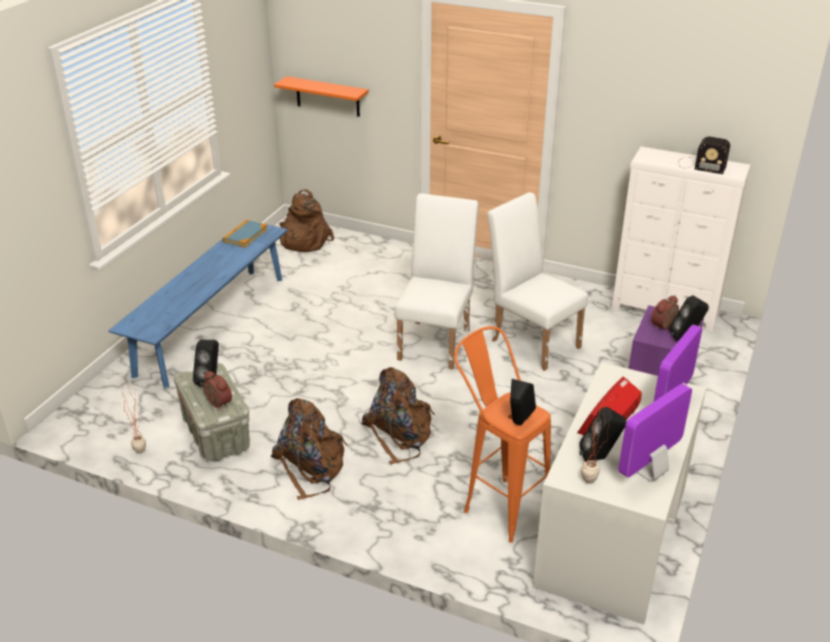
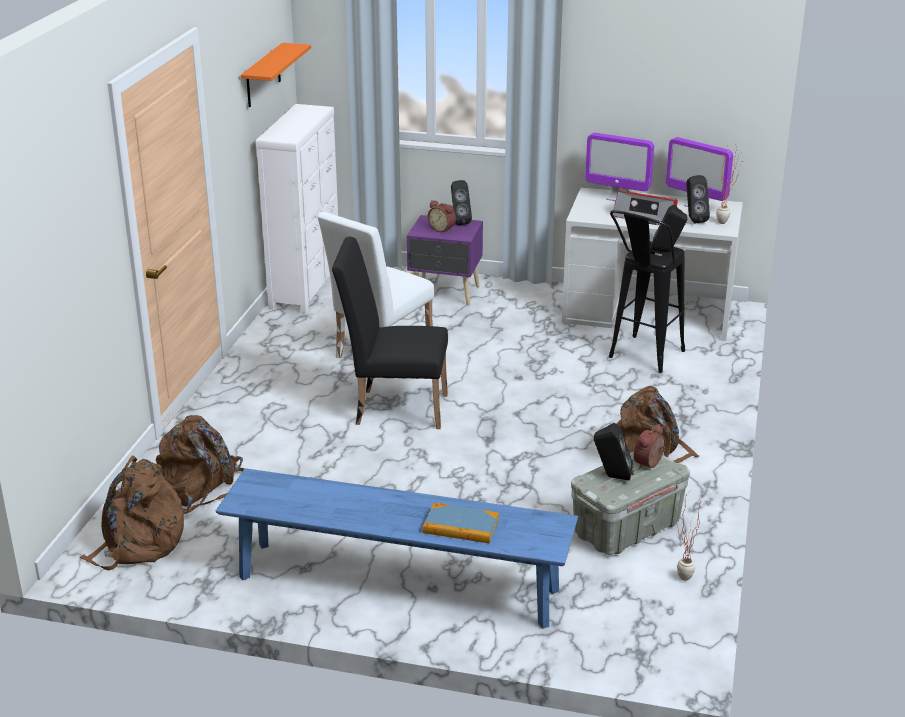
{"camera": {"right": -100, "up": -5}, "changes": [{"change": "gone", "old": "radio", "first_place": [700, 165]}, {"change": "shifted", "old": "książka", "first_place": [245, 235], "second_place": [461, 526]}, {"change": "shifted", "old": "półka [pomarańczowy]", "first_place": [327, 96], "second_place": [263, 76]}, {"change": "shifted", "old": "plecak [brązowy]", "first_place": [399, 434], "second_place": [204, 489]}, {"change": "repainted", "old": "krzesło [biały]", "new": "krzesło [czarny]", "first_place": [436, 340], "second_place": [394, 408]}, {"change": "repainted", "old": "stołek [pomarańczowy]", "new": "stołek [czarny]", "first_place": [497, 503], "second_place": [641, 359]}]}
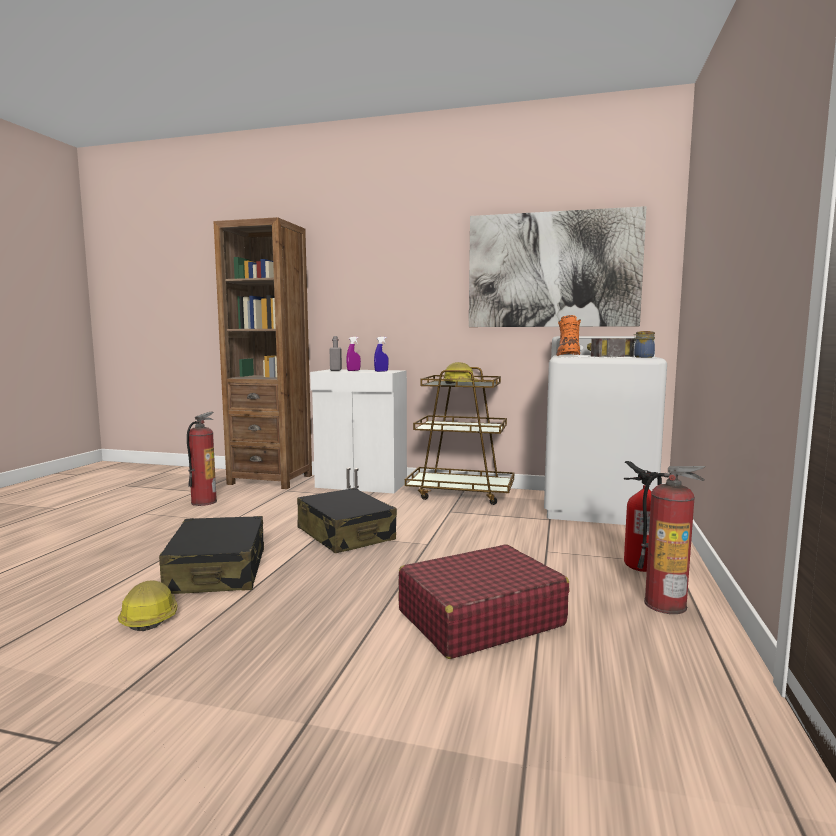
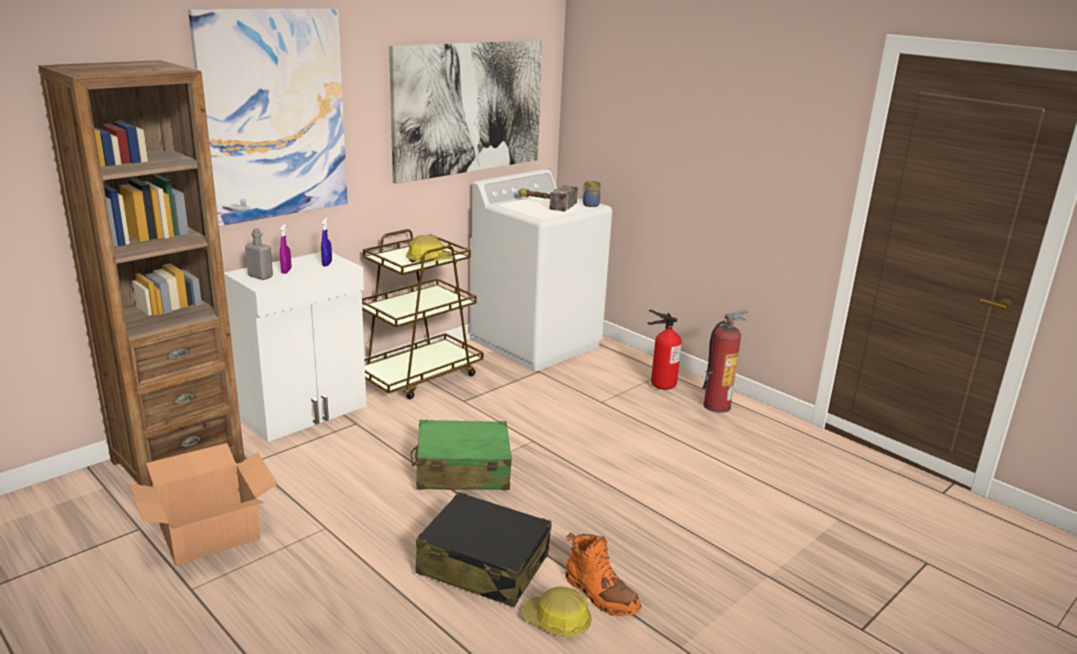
{"camera": {"right": -60, "up": 15}, "changes": [{"change": "gone", "old": "walizka [czerwony]", "first_place": [479, 618]}, {"change": "new", "new": "obraz", "second_place": [274, 115]}, {"change": "shifted", "old": "but z cholewką [pomarańczowy]", "first_place": [568, 355], "second_place": [600, 595]}, {"change": "swapped", "old": "gaśnica", "new": "karton", "first_place": [204, 502], "second_place": [209, 532]}, {"change": "repainted", "old": "walizka [czarny]", "new": "walizka [zielony]", "first_place": [346, 535], "second_place": [462, 471]}]}
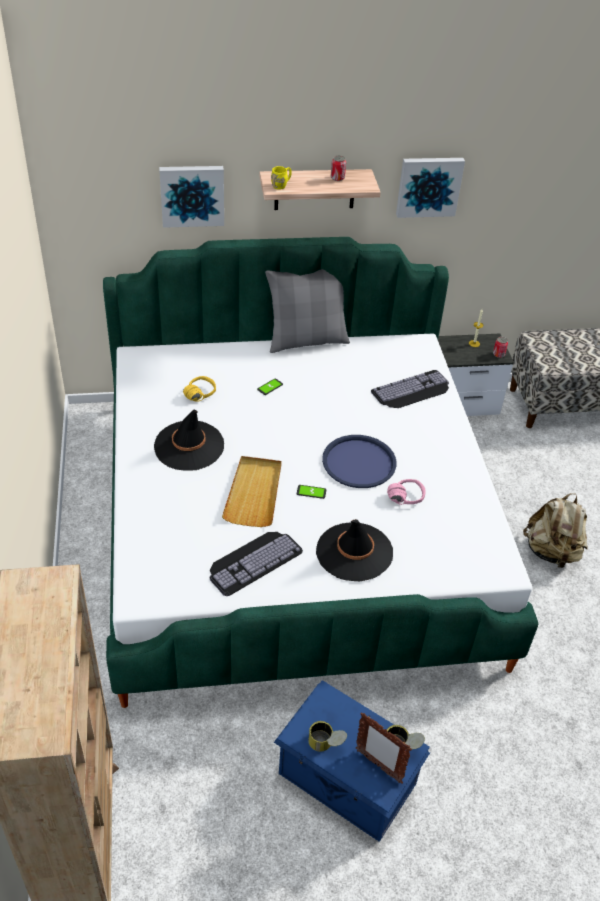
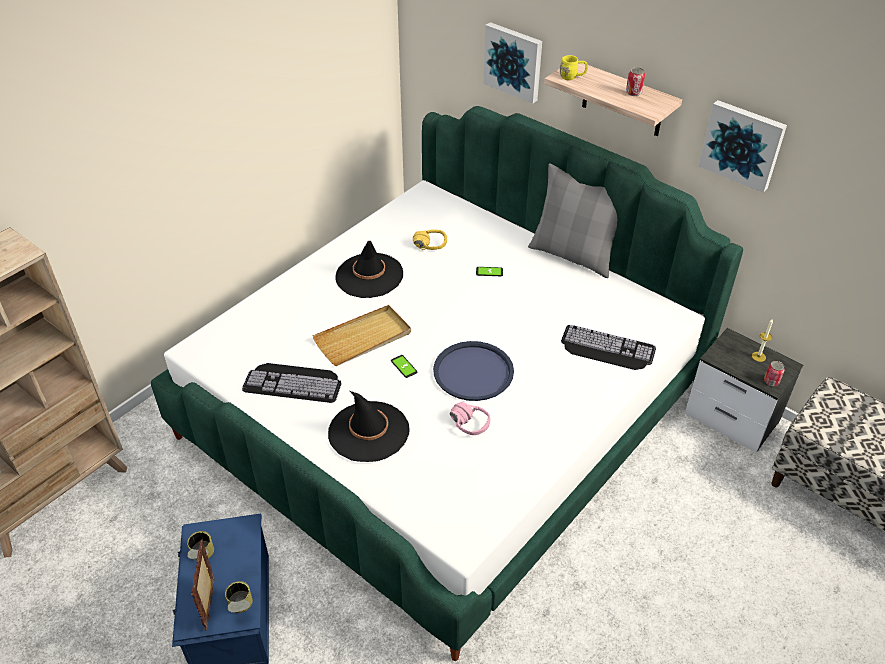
{"camera": {"right": 50, "up": 0}, "changes": [{"change": "gone", "old": "plecak [beżowy]", "first_place": [551, 552]}]}
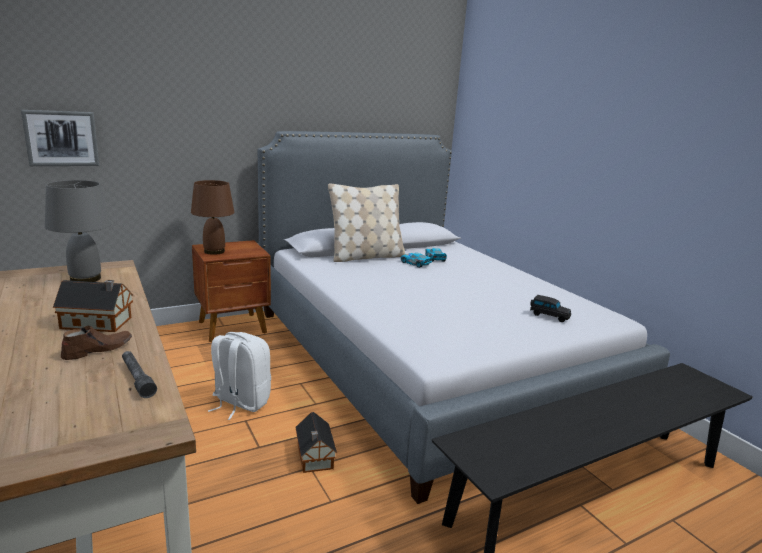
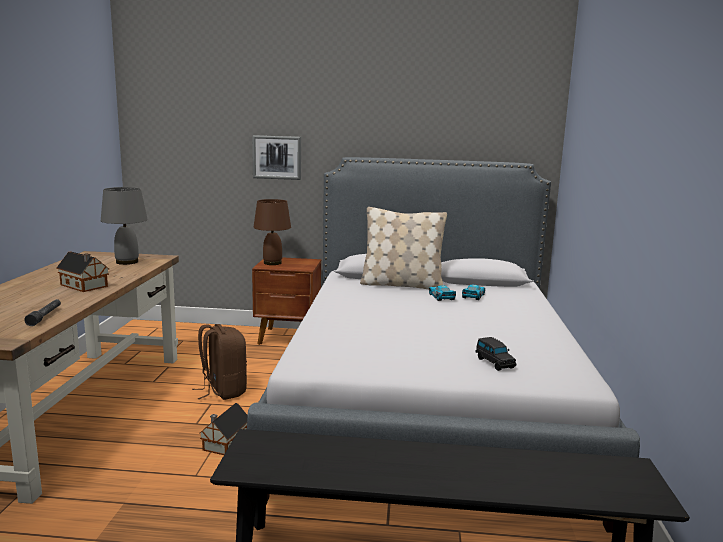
{"camera": {"right": 35, "up": -5}, "changes": [{"change": "gone", "old": "but [brązowy]", "first_place": [97, 350]}, {"change": "shifted", "old": "obraz", "first_place": [61, 138], "second_place": [277, 157]}, {"change": "repainted", "old": "plecak [biały]", "new": "plecak [brązowy]", "first_place": [240, 402], "second_place": [223, 391]}]}
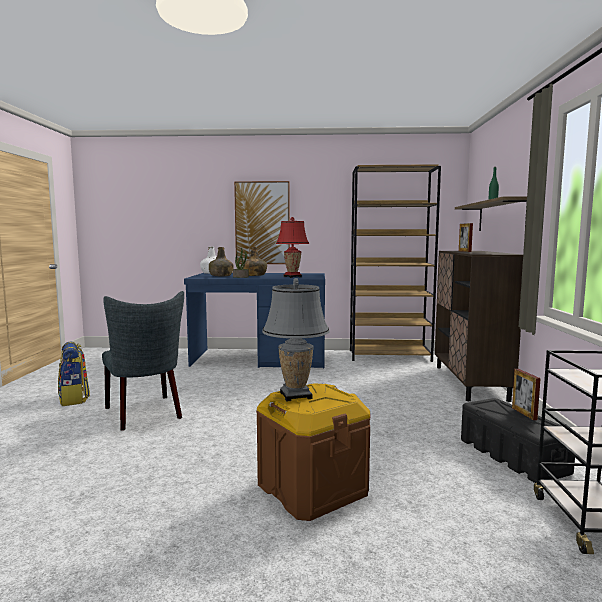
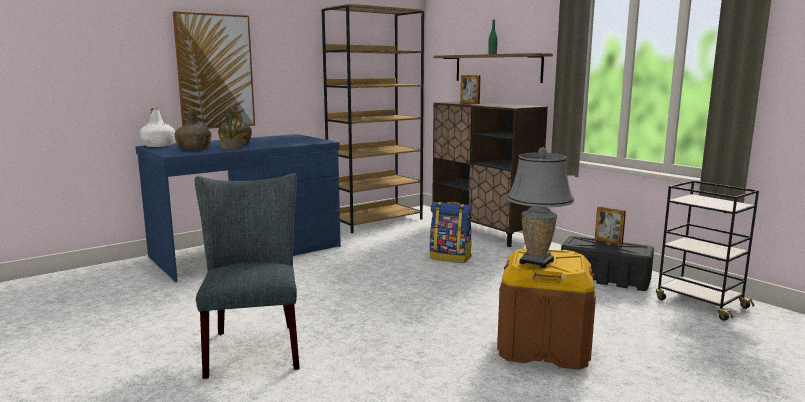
{"camera": {"right": -40, "up": 5}, "changes": [{"change": "gone", "old": "lampa stołowa [czerwony]", "first_place": [292, 277]}, {"change": "shifted", "old": "plecak", "first_place": [74, 399], "second_place": [451, 257]}, {"change": "rotated", "old": "krzesło [szary]", "first_place": [145, 414], "second_place": [254, 346], "degrees": -120}]}
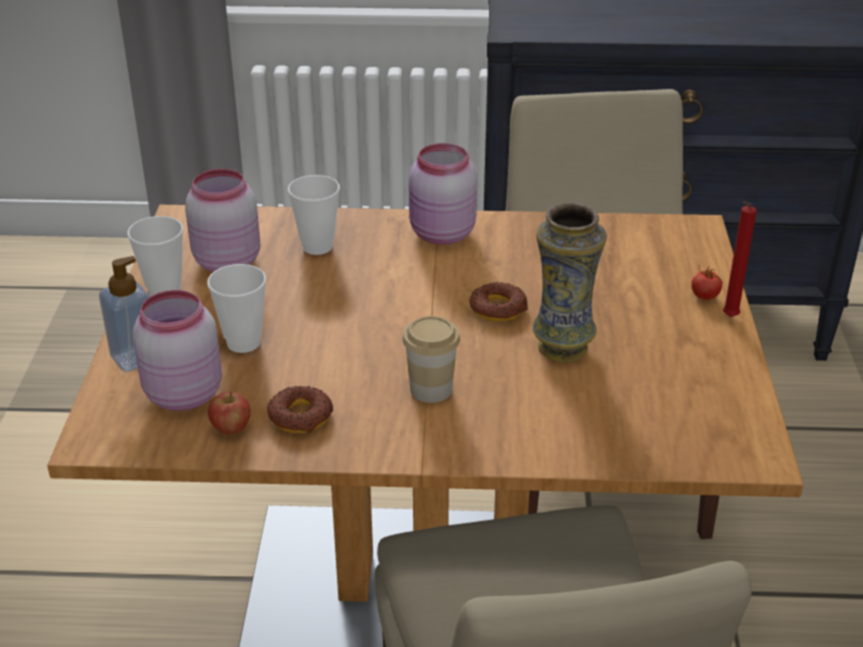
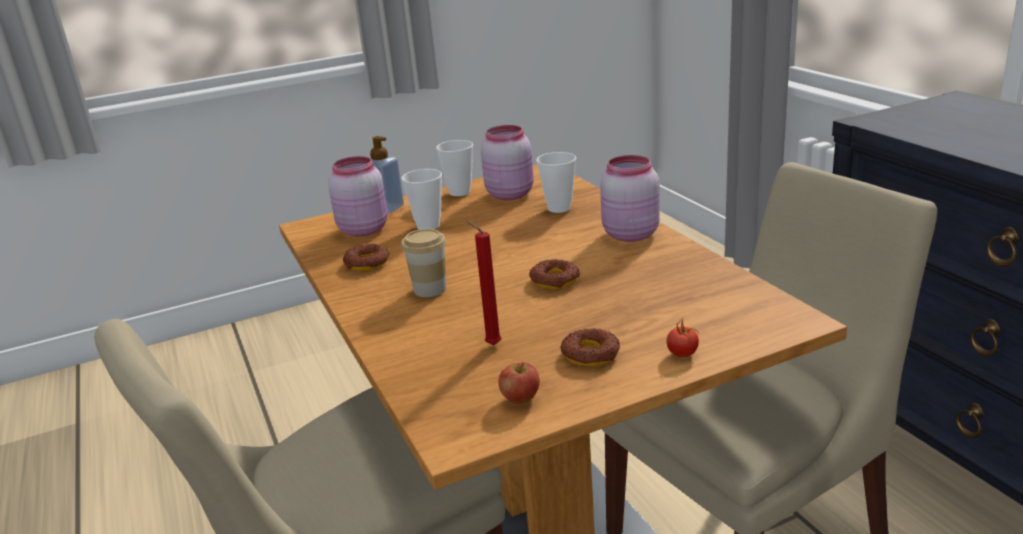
{"camera": {"right": 65, "up": -10}, "changes": [{"change": "gone", "old": "wazon", "first_place": [562, 347]}, {"change": "new", "new": "donut", "second_place": [590, 354]}, {"change": "shifted", "old": "jabłko", "first_place": [231, 428], "second_place": [520, 398]}, {"change": "shifted", "old": "świeca [czerwony]", "first_place": [728, 318], "second_place": [491, 345]}]}
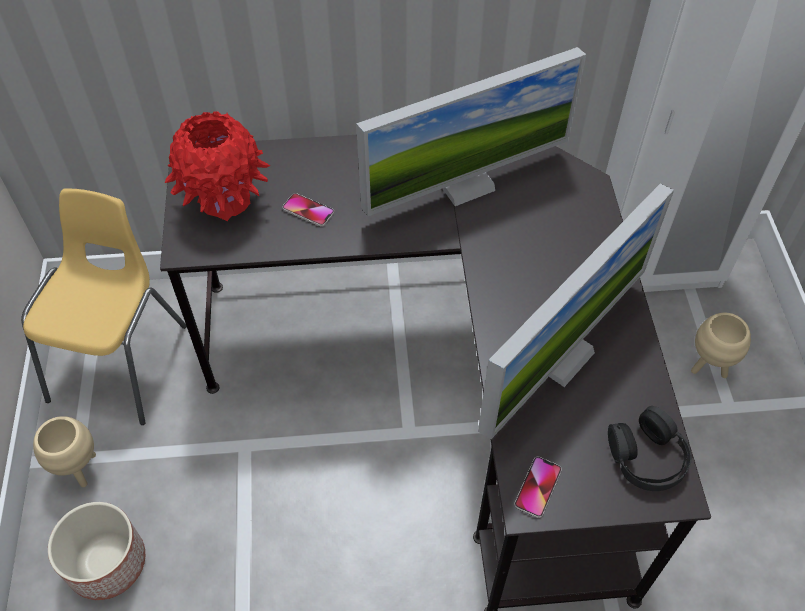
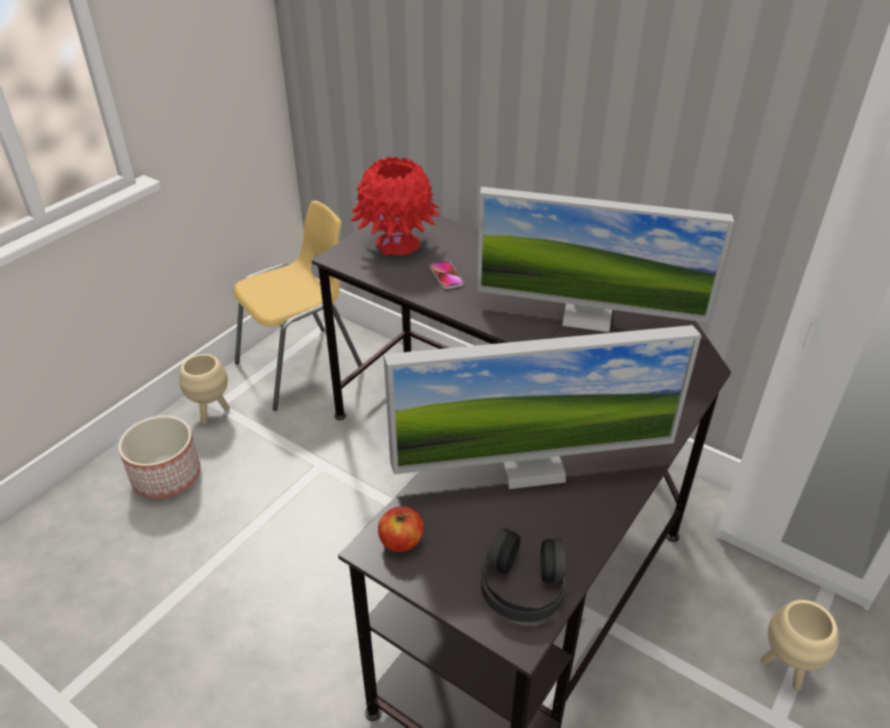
{"camera": {"right": 40, "up": -15}, "changes": [{"change": "swapped", "old": "telefon", "new": "jabłko", "first_place": [537, 487], "second_place": [401, 541]}]}
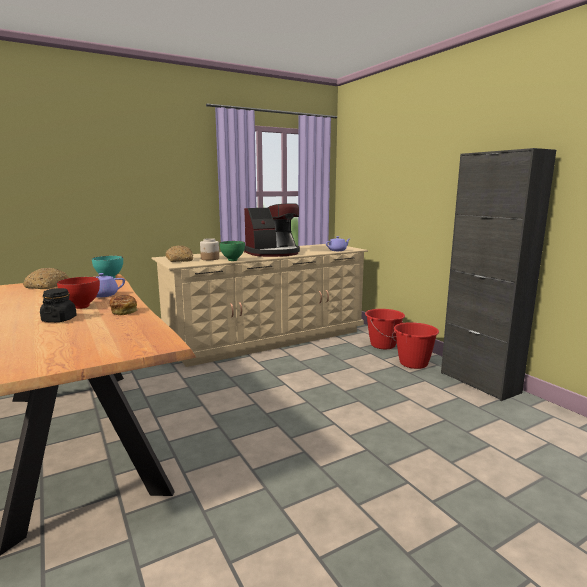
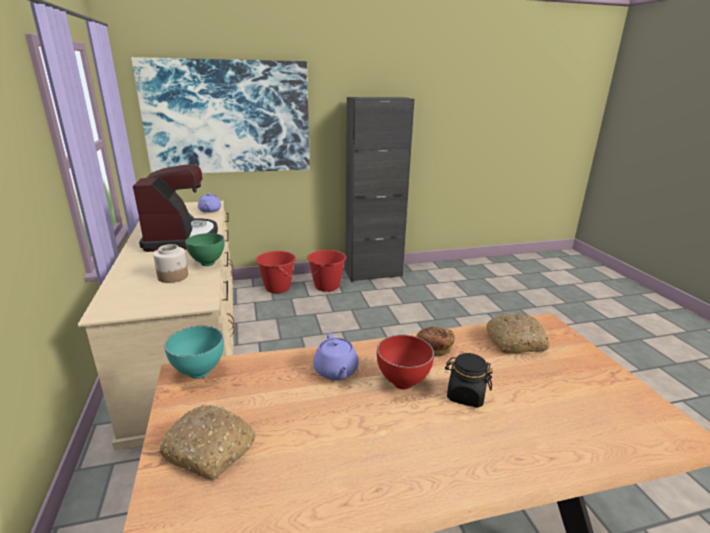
{"camera": {"right": -75, "up": 10}, "changes": [{"change": "new", "new": "obraz", "second_place": [228, 118]}, {"change": "shifted", "old": "chleb", "first_place": [180, 260], "second_place": [516, 341]}]}
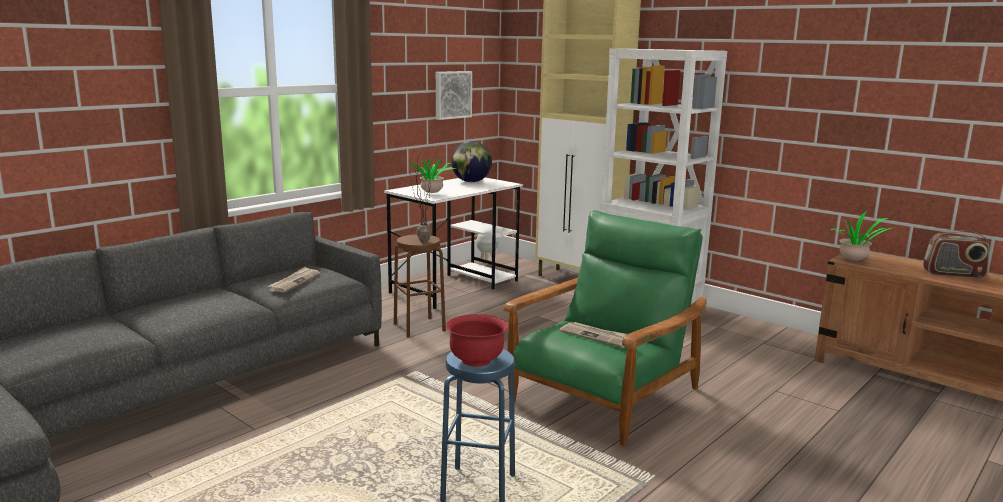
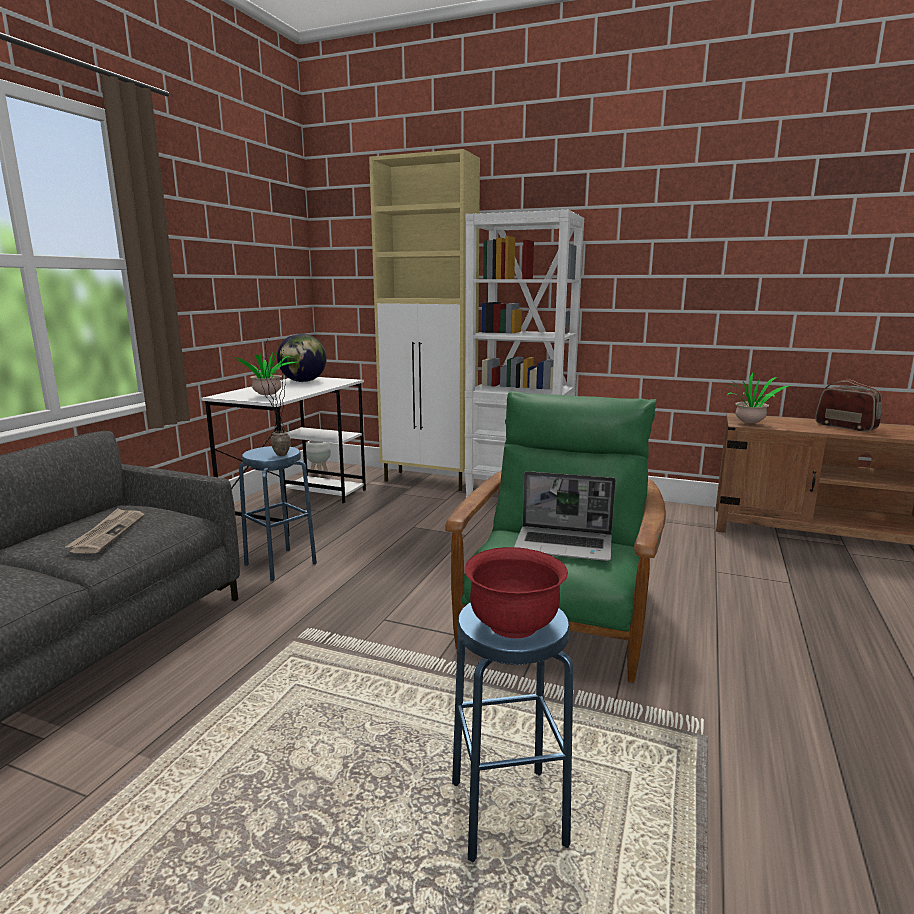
{"camera": {"right": -20, "up": 0}, "changes": [{"change": "gone", "old": "obraz", "first_place": [452, 94]}, {"change": "swapped", "old": "gazeta", "new": "laptop", "first_place": [597, 336], "second_place": [565, 545]}, {"change": "repainted", "old": "stołek [brązowy]", "new": "stołek [niebieski]", "first_place": [419, 327], "second_place": [280, 564]}, {"change": "rotated", "old": "radio", "first_place": [953, 274], "second_place": [845, 427], "degrees": -120}]}
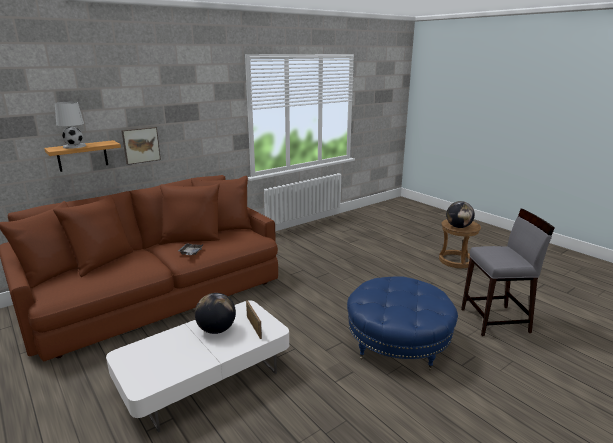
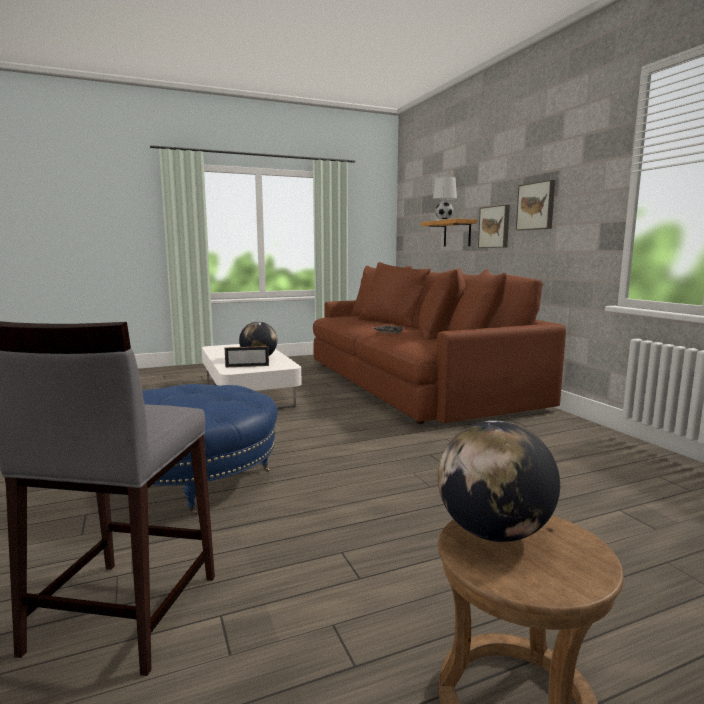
{"camera": {"right": 105, "up": -10}, "changes": [{"change": "new", "new": "obraz", "second_place": [536, 206]}]}
